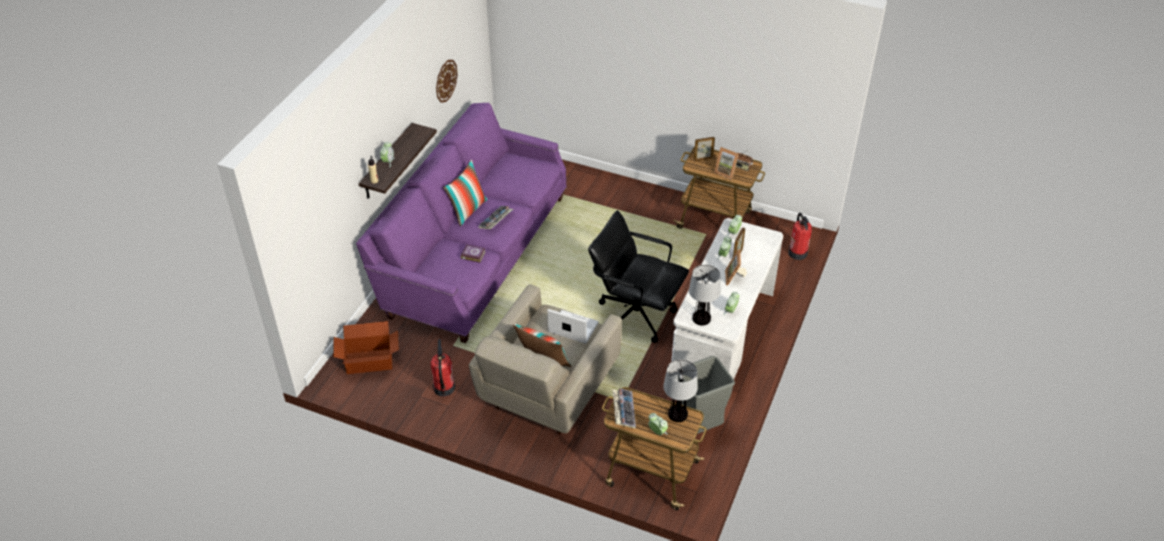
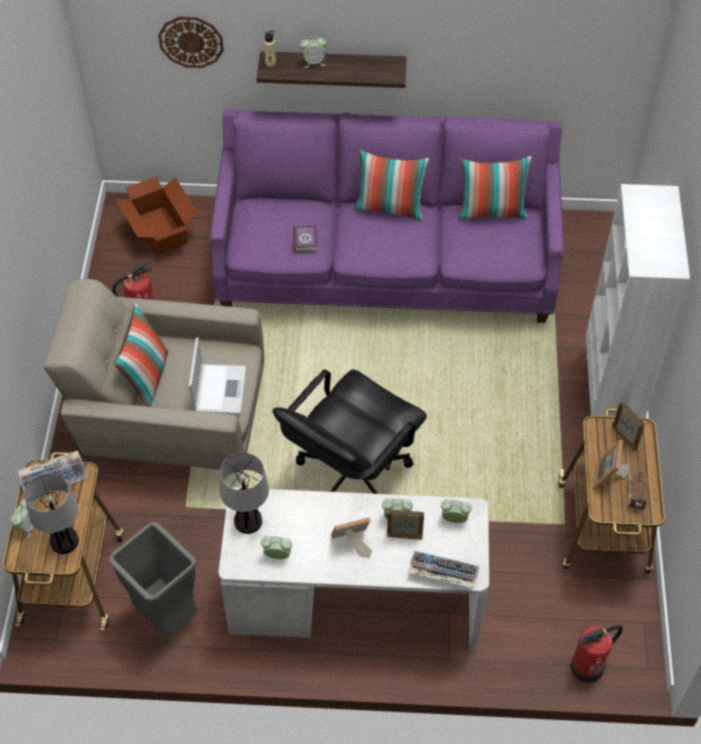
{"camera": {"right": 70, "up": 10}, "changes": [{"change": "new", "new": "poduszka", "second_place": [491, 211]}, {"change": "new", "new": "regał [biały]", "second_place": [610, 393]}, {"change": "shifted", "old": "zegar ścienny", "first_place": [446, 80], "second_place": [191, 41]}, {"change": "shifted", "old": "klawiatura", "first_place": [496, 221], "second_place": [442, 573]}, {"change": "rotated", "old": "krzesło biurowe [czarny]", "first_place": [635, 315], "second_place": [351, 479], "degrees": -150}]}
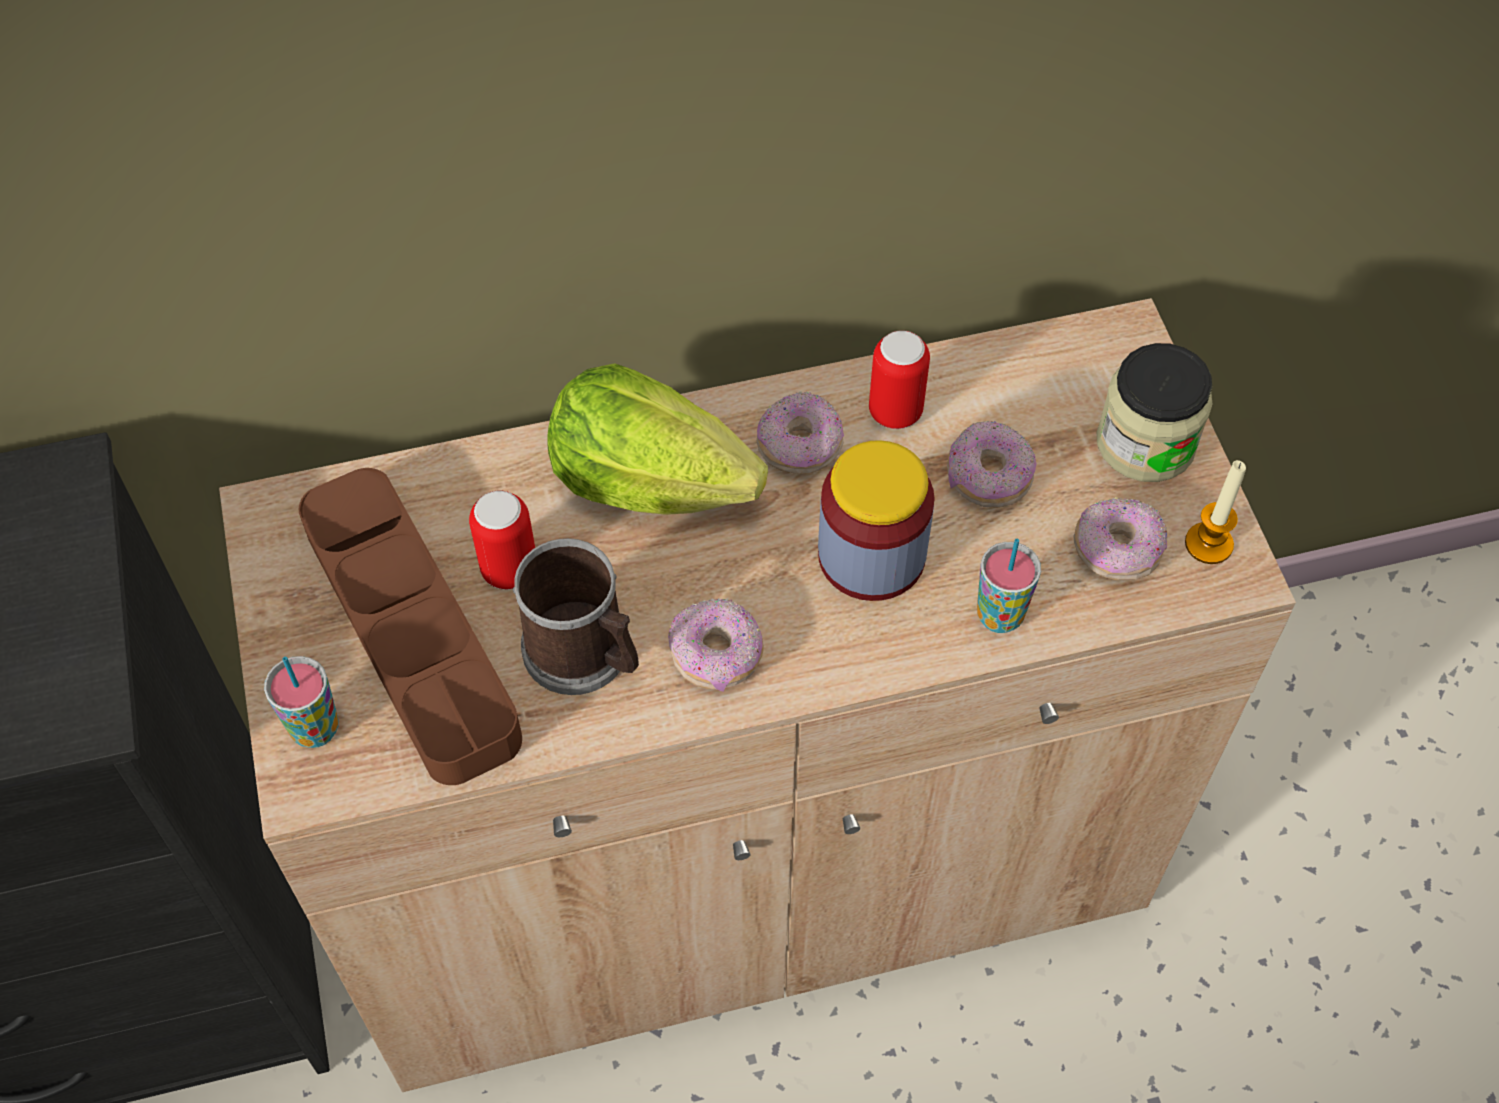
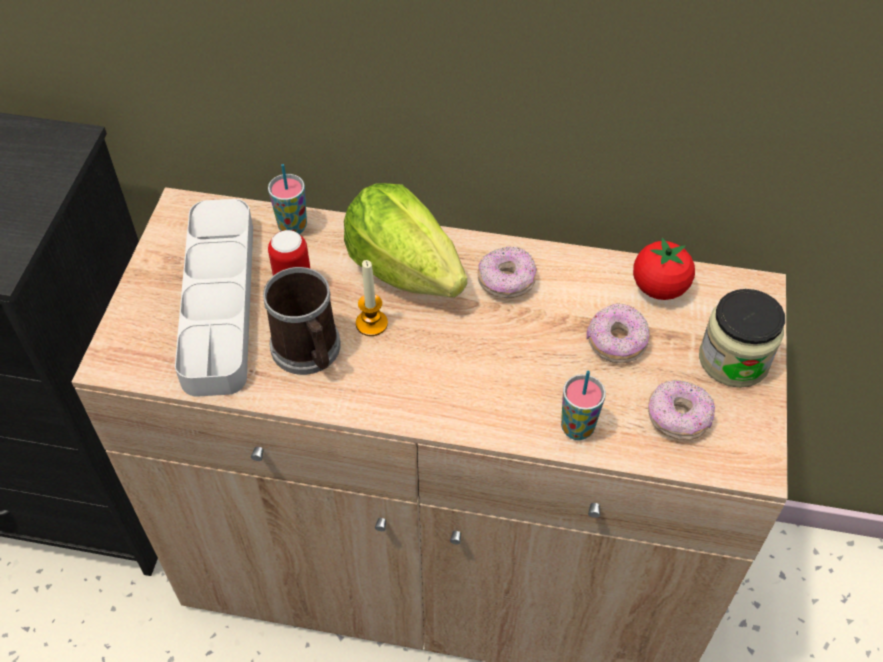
{"camera": {"right": 25, "up": -5}, "changes": [{"change": "gone", "old": "donut", "first_place": [716, 655]}, {"change": "gone", "old": "słoik", "first_place": [871, 556]}, {"change": "gone", "old": "puszka", "first_place": [895, 412]}, {"change": "new", "new": "pomidor", "second_place": [659, 288]}, {"change": "shifted", "old": "filiżanka", "first_place": [315, 729], "second_place": [292, 227]}, {"change": "shifted", "old": "świeca", "first_place": [1208, 544], "second_place": [371, 323]}, {"change": "repainted", "old": "taca [brązowy]", "new": "taca [szary]", "first_place": [411, 632], "second_place": [219, 301]}]}
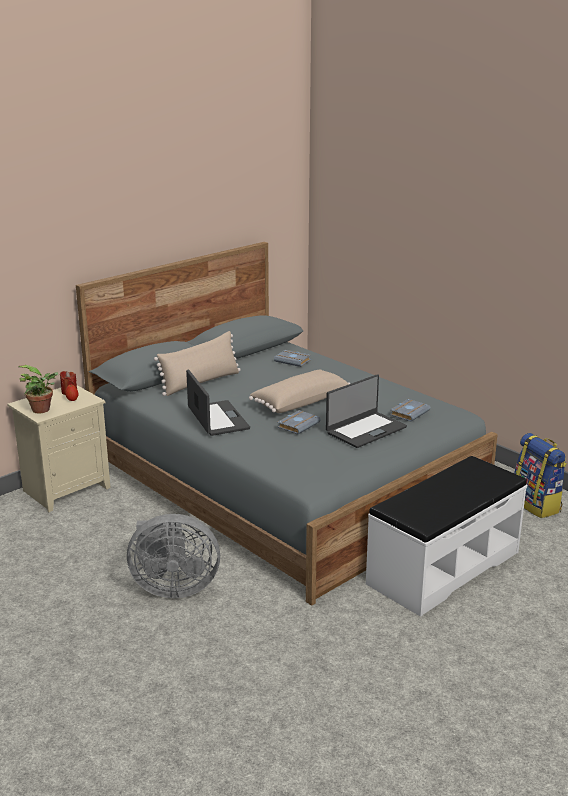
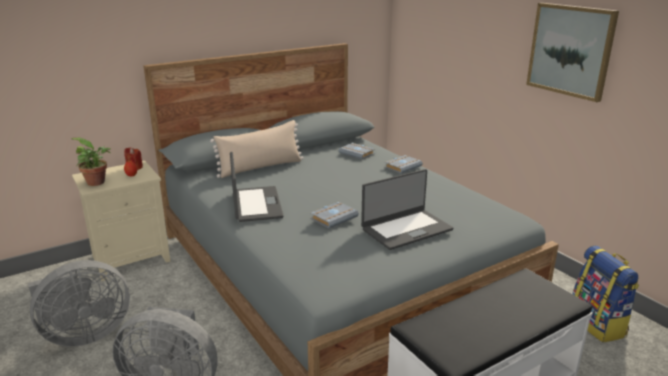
{"camera": {"right": 10, "up": 0}, "changes": [{"change": "gone", "old": "poduszka [beżowy]", "first_place": [299, 402]}, {"change": "new", "new": "wentylator [szary]", "second_place": [84, 334]}, {"change": "new", "new": "obraz", "second_place": [570, 50]}, {"change": "shifted", "old": "książka [szary]", "first_place": [409, 412], "second_place": [402, 166]}]}
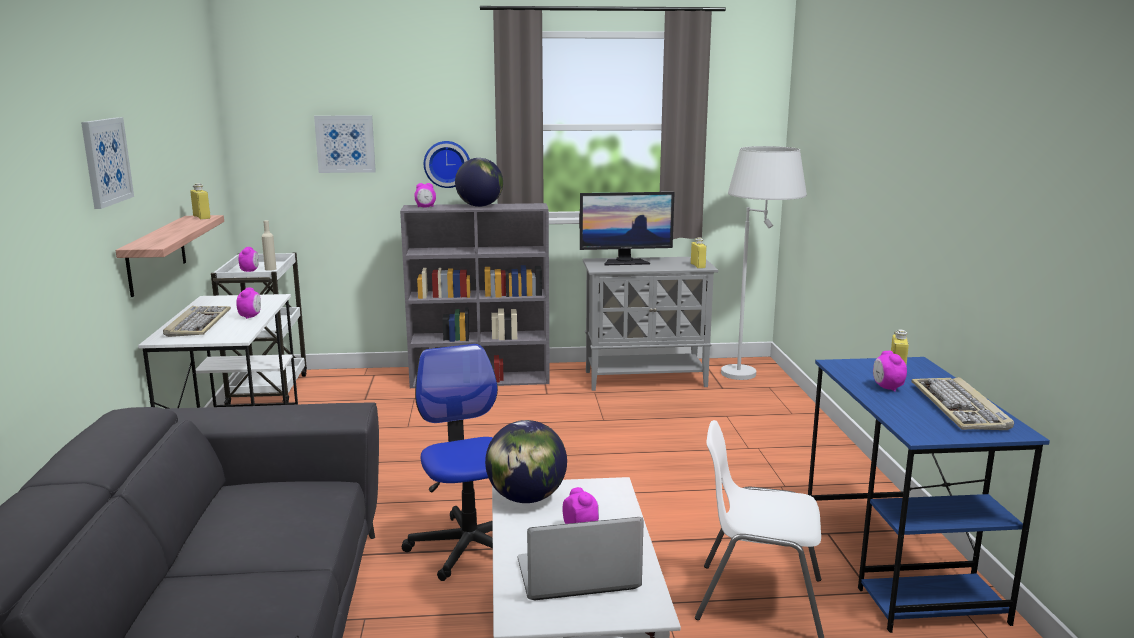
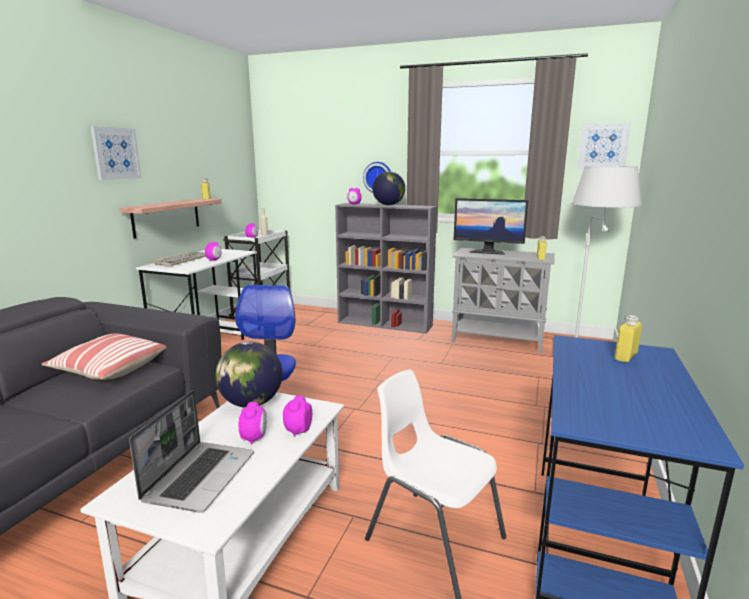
{"camera": {"right": 25, "up": 0}, "changes": [{"change": "gone", "old": "klawiatura", "first_place": [960, 408]}, {"change": "new", "new": "poduszka", "second_place": [109, 370]}, {"change": "shifted", "old": "obraz", "first_place": [345, 144], "second_place": [603, 145]}, {"change": "shifted", "old": "budzik", "first_place": [887, 388], "second_place": [298, 430]}, {"change": "rotated", "old": "laptop", "first_place": [576, 576], "second_place": [200, 476], "degrees": 90}]}
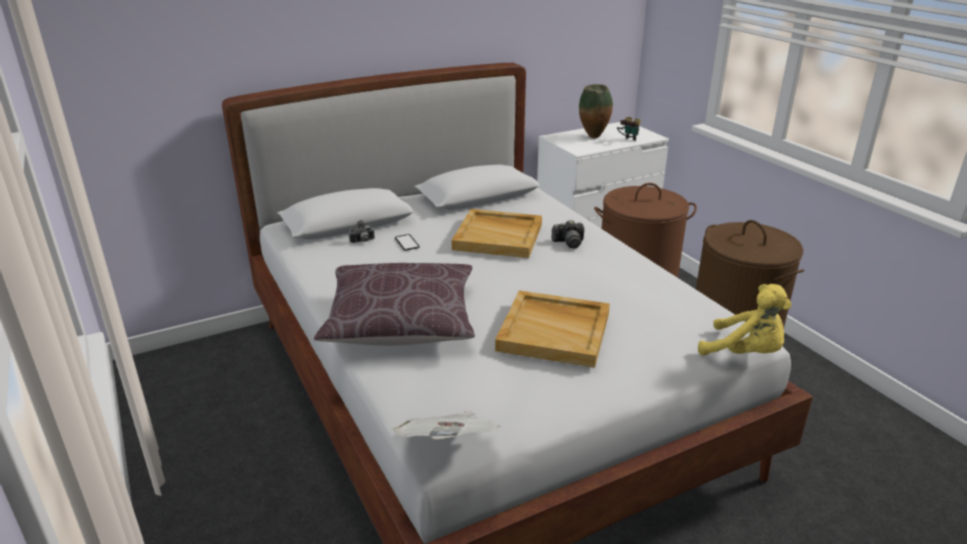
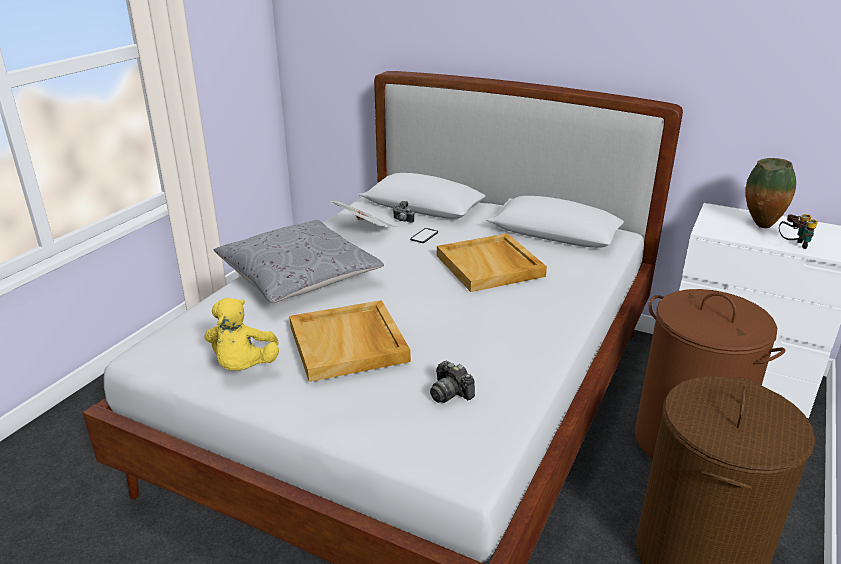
{"camera": {"right": 55, "up": 0}, "changes": [{"change": "shifted", "old": "gazeta", "first_place": [449, 447], "second_place": [364, 231]}, {"change": "shifted", "old": "aparat fotograficzny", "first_place": [569, 243], "second_place": [450, 393]}, {"change": "shifted", "old": "pluszak [żółty]", "first_place": [745, 353], "second_place": [244, 367]}, {"change": "repainted", "old": "poduszka [brązowy]", "new": "poduszka [szary]", "first_place": [401, 322], "second_place": [298, 278]}]}
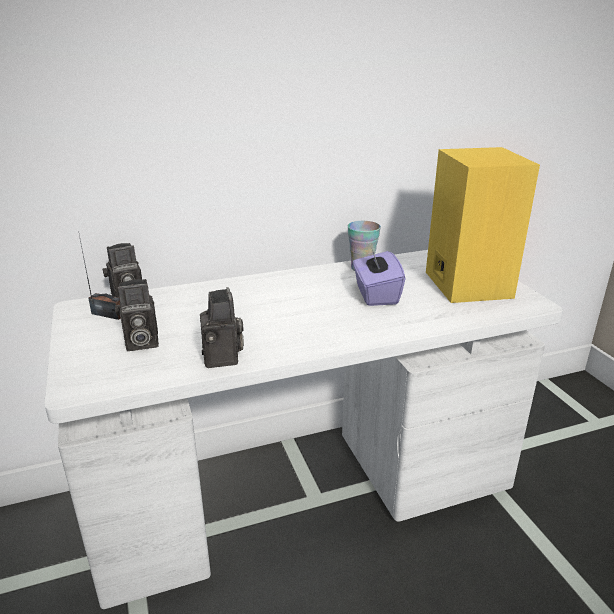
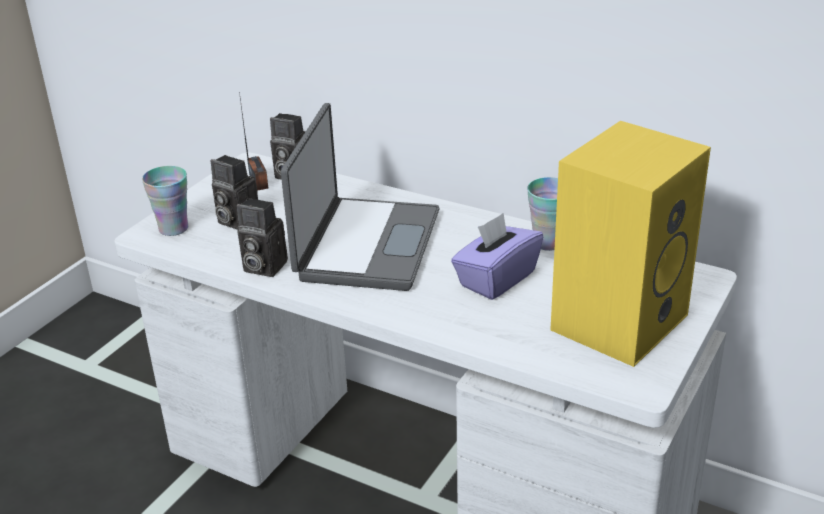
{"camera": {"right": 50, "up": 5}, "changes": [{"change": "new", "new": "filiżanka", "second_place": [173, 228]}, {"change": "new", "new": "laptop", "second_place": [365, 245]}, {"change": "rotated", "old": "aparat fotograficzny", "first_place": [223, 358], "second_place": [262, 267], "degrees": 75}]}
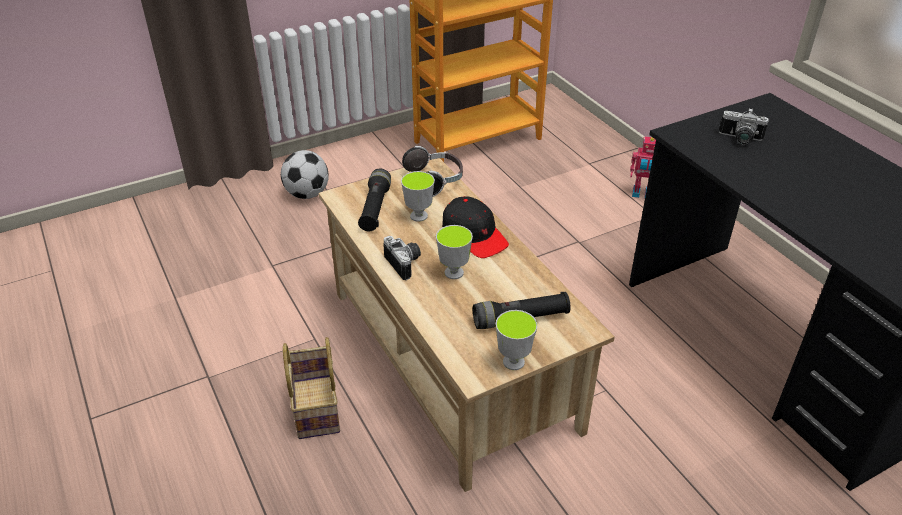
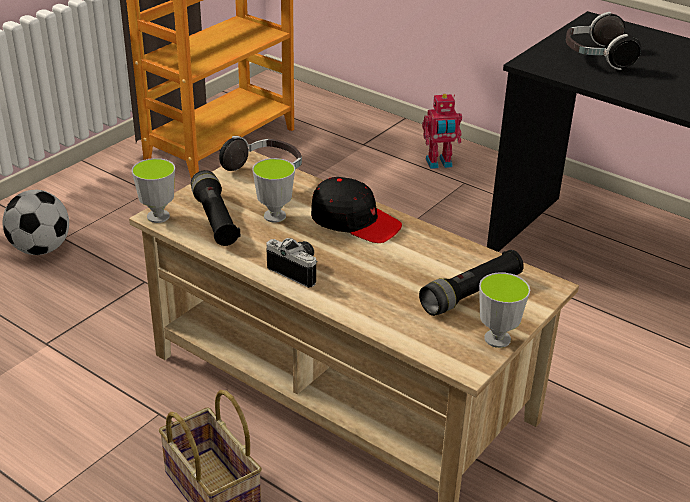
{"camera": {"right": -25, "up": -5}, "changes": [{"change": "shifted", "old": "filiżanka", "first_place": [454, 273], "second_place": [158, 216]}, {"change": "swapped", "old": "aparat fotograficzny", "new": "słuchawki", "first_place": [740, 139], "second_place": [596, 57]}]}
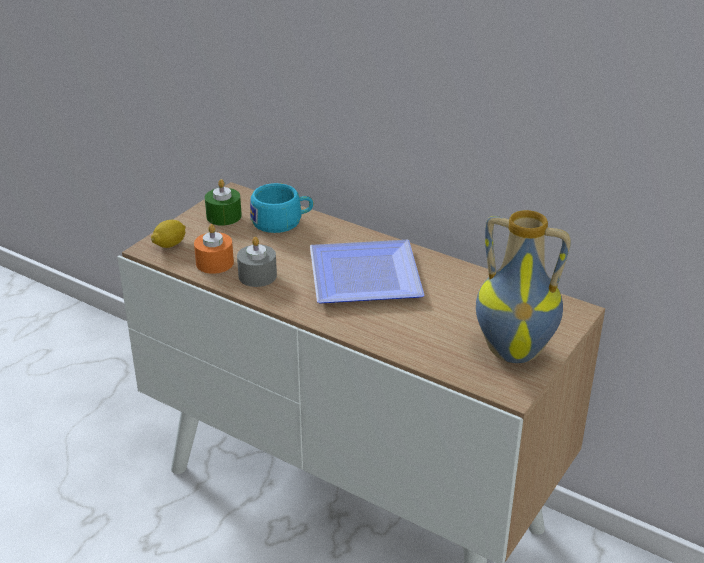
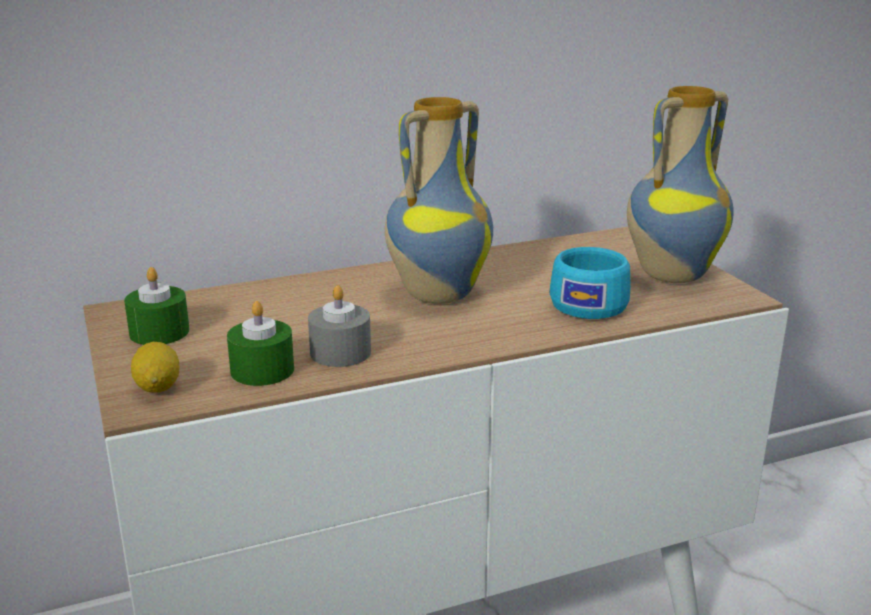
{"camera": {"right": -55, "up": -10}, "changes": [{"change": "shifted", "old": "filiżanka [turkusowy]", "first_place": [282, 221], "second_place": [590, 303]}, {"change": "swapped", "old": "talerz", "new": "wazon", "first_place": [368, 274], "second_place": [437, 294]}, {"change": "repainted", "old": "świeca [pomarańczowy]", "new": "świeca [zielony]", "first_place": [214, 263], "second_place": [262, 370]}]}
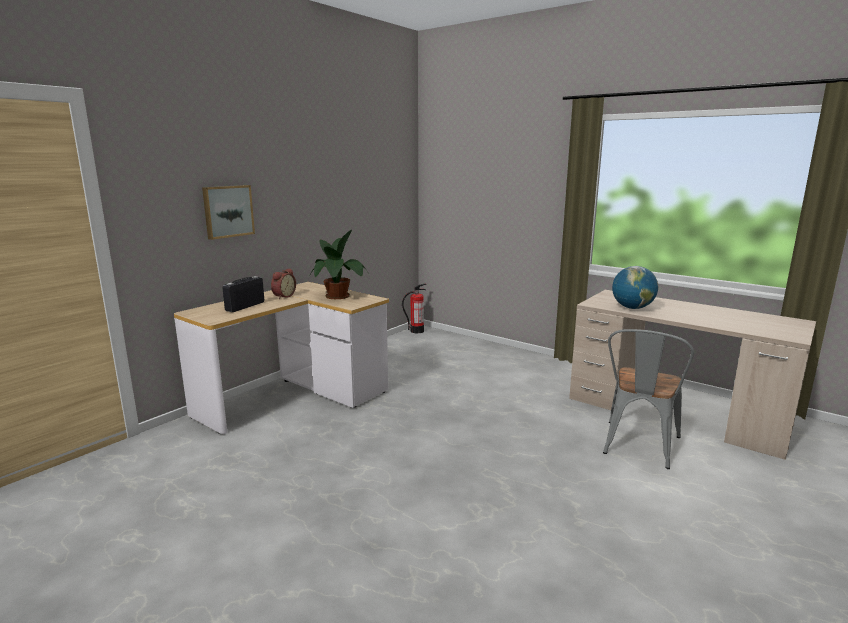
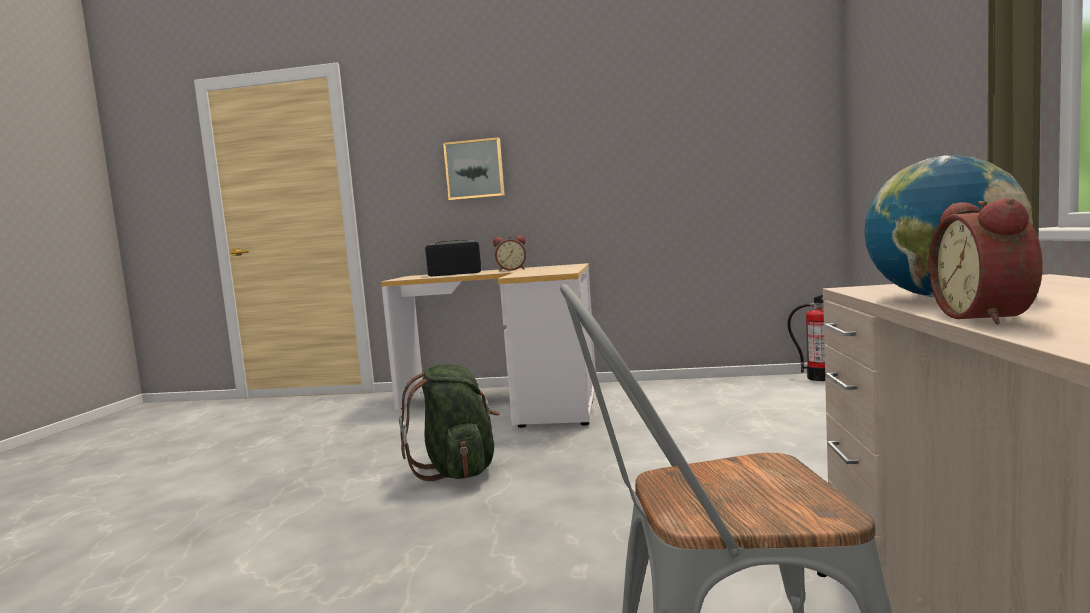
{"camera": {"right": 60, "up": -10}, "changes": [{"change": "gone", "old": "roślina doniczkowa", "first_place": [339, 296]}, {"change": "new", "new": "plecak [zielony]", "second_place": [457, 470]}, {"change": "new", "new": "budzik", "second_place": [988, 317]}]}
